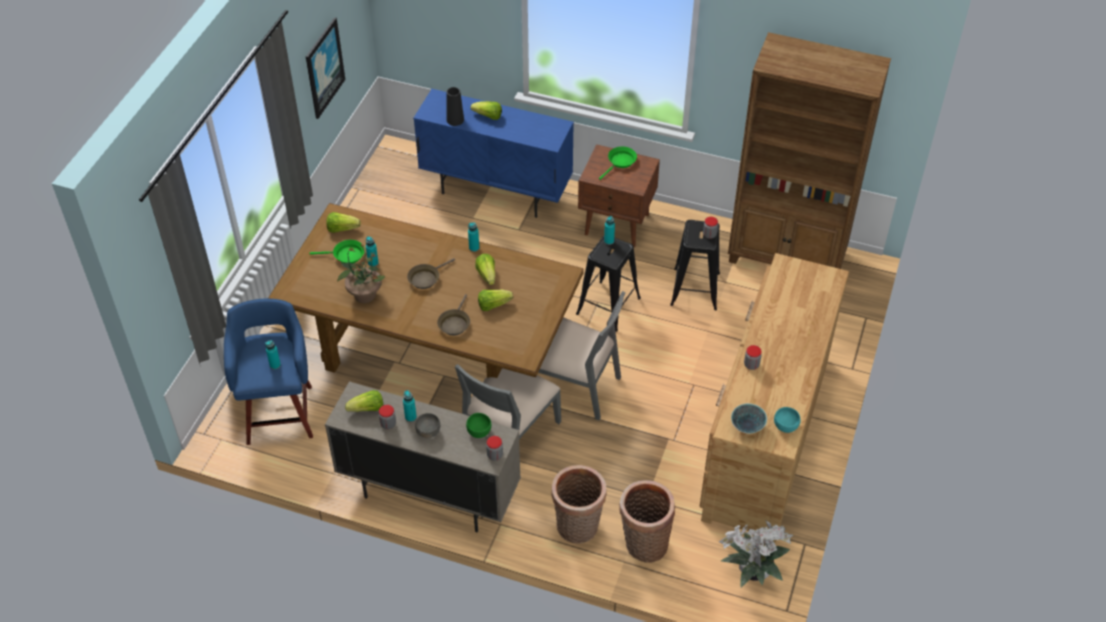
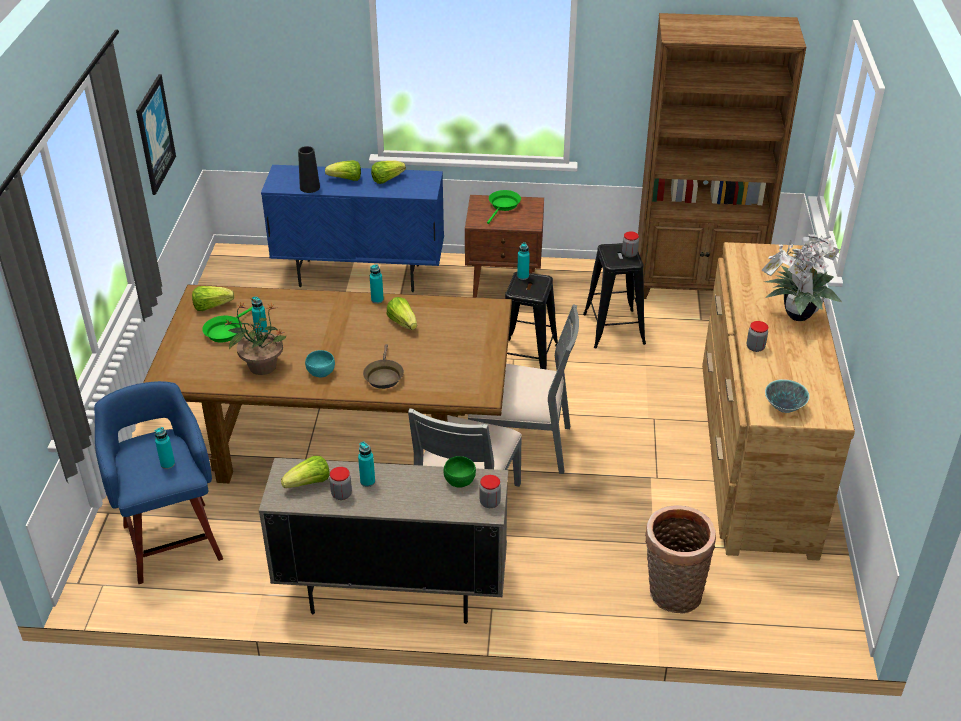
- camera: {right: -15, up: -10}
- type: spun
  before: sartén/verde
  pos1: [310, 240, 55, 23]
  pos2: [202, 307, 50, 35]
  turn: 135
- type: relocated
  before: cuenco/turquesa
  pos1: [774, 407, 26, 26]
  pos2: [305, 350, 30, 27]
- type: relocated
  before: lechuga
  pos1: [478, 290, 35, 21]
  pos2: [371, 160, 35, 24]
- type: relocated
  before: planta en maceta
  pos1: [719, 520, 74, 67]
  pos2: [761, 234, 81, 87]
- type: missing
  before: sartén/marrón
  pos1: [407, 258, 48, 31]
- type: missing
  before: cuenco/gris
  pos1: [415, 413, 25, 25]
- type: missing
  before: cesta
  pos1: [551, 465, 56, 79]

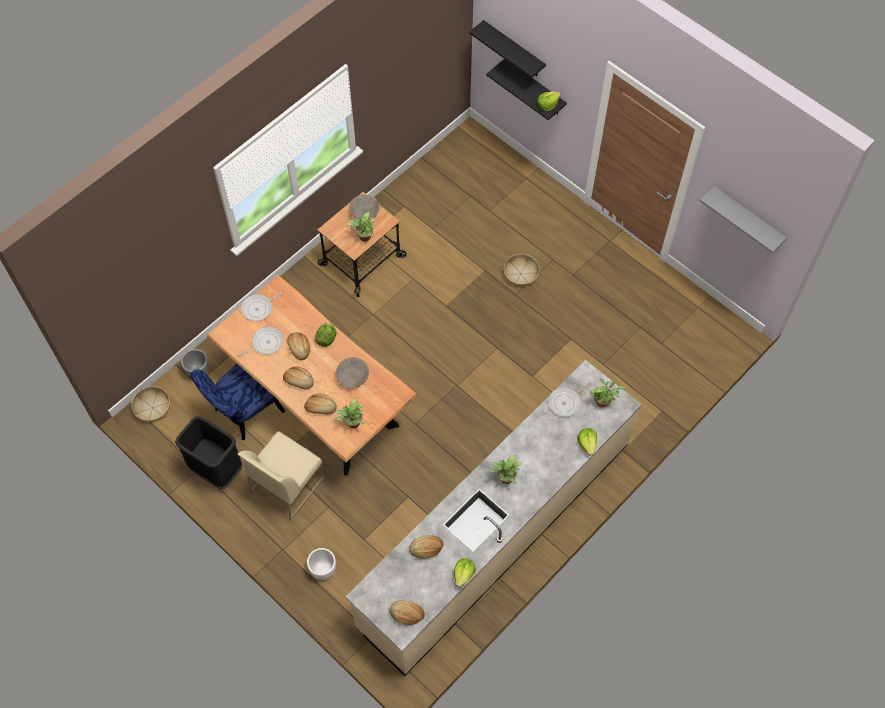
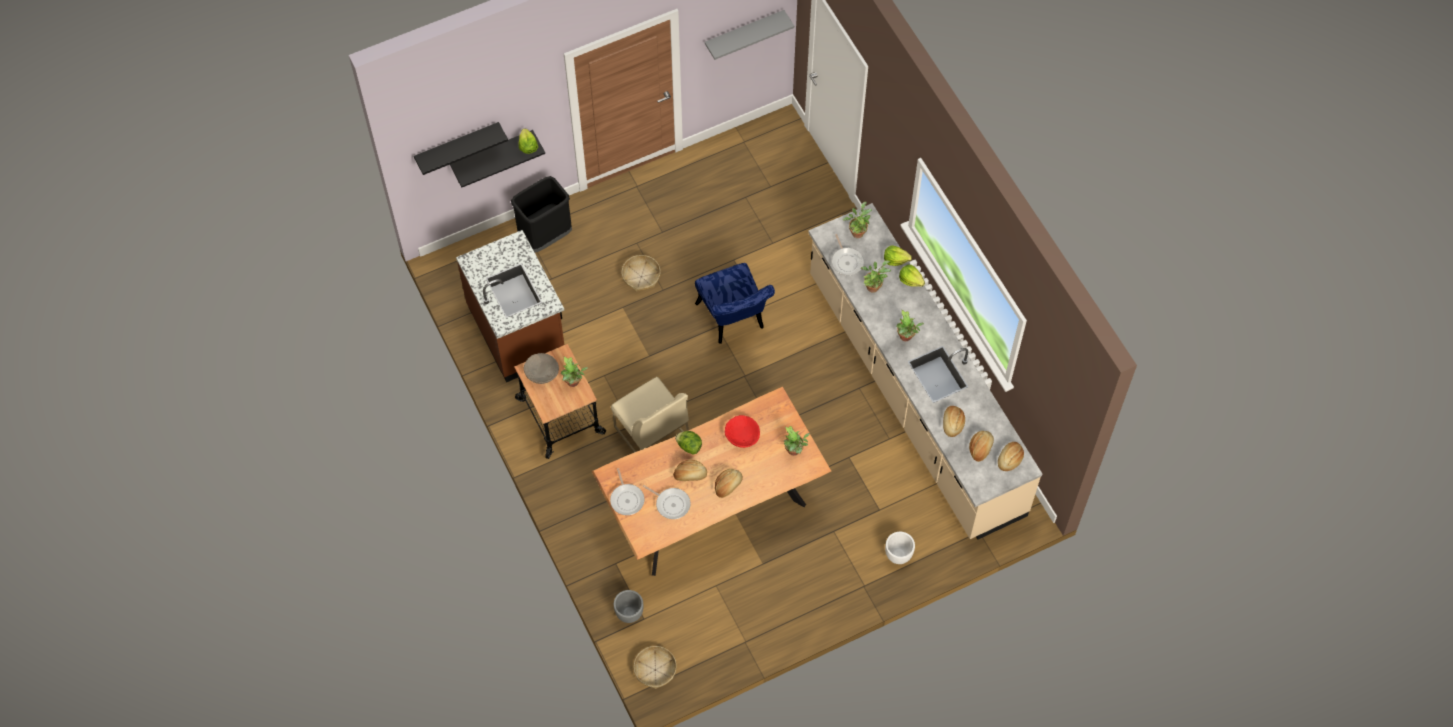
- camera: {right: -70, up: 0}
- type: appeared
  after: mueble bajo de cocina/marrón
  pos2: [456, 230, 108, 152]
- type: relocated
  before: papelera/negro
  pos1: [175, 416, 68, 74]
  pos2: [511, 176, 61, 76]
- type: relocated
  before: silla/beis
  pos1: [237, 431, 88, 90]
  pos2: [611, 377, 78, 76]
- type: spun
  before: sartén
  pos1: [238, 327, 46, 30]
  pos2: [643, 485, 48, 34]
  turn: 135
- type: relocated
  before: silla/azul
  pos1: [191, 364, 94, 76]
  pos2: [695, 263, 80, 81]
- type: colour
  before: cuenco/beis
  after: cuenco/rojo
  pos1: [336, 357, 33, 31]
  pos2: [725, 415, 35, 33]
- type: appeared
  after: planta en maceta
  pos2: [861, 260, 30, 33]
- type: relocated
  before: lechuga
  pos1: [454, 558, 22, 30]
  pos2: [899, 265, 26, 22]
- type: relocated
  before: pan
  pos1: [304, 394, 33, 20]
  pos2: [969, 431, 25, 31]

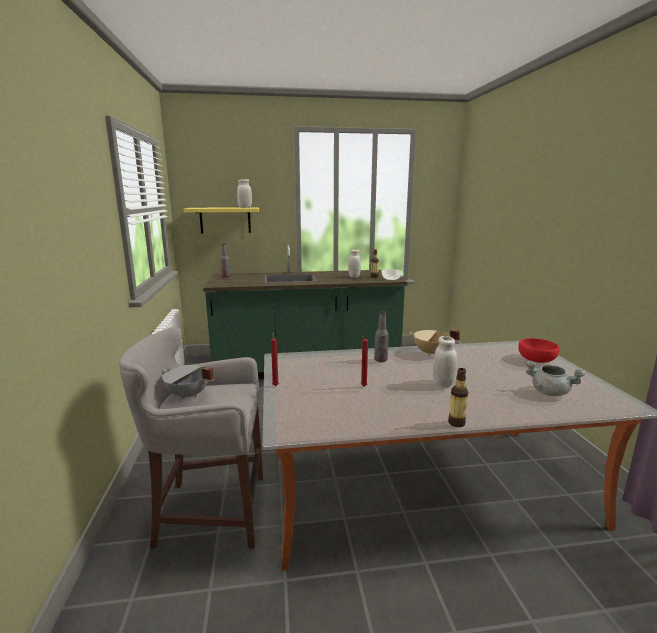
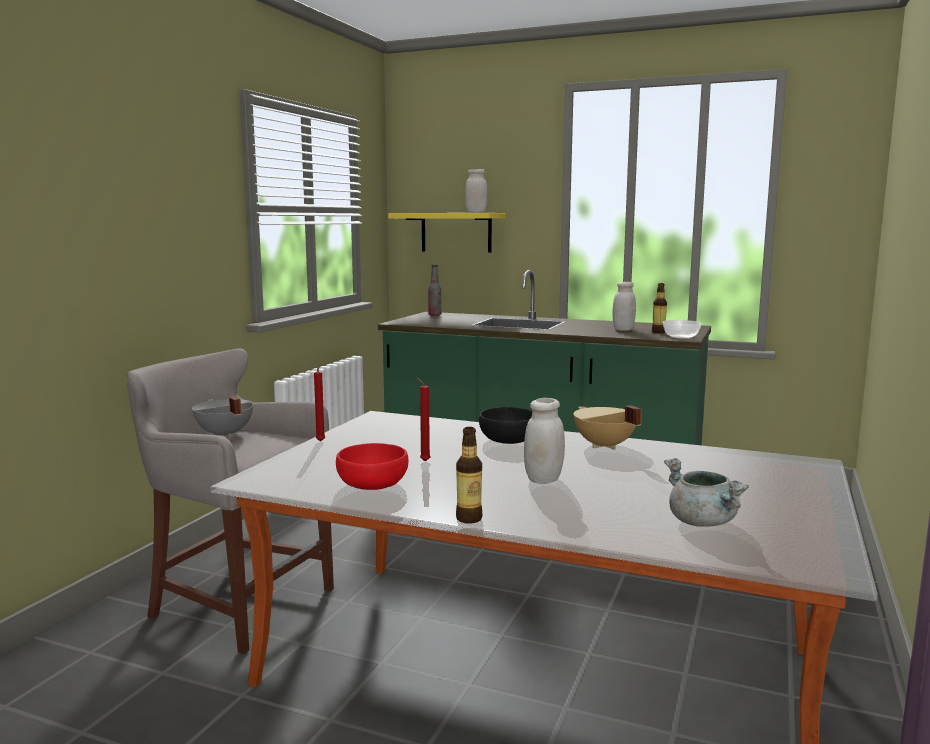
- camera: {right: 30, up: -5}
- type: relocated
  before: cuenco/rojo
  pos1: [518, 338, 42, 25]
  pos2: [336, 443, 73, 47]
- type: exchanged
  before: botella
  after: cuenco/negro
  pos1: [374, 311, 15, 51]
  pos2: [479, 407, 53, 37]

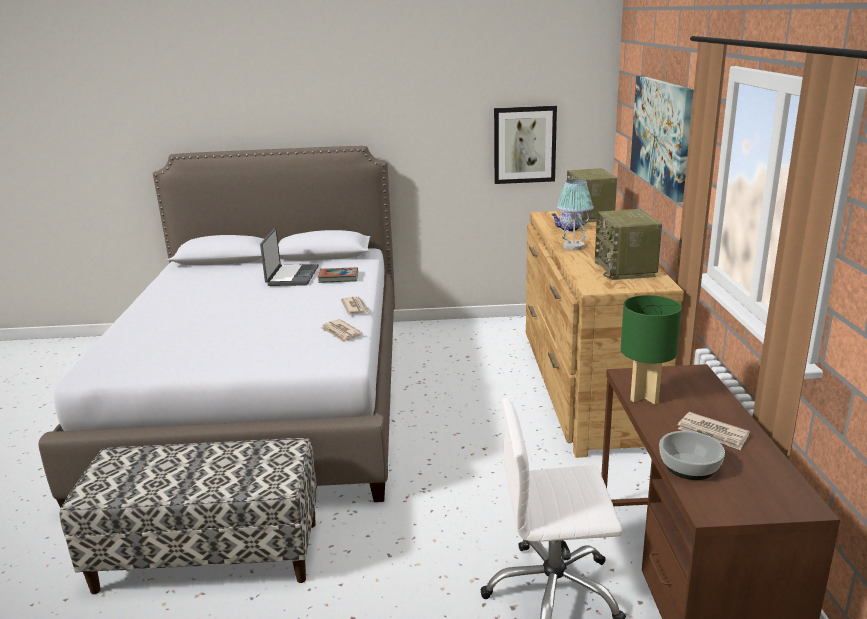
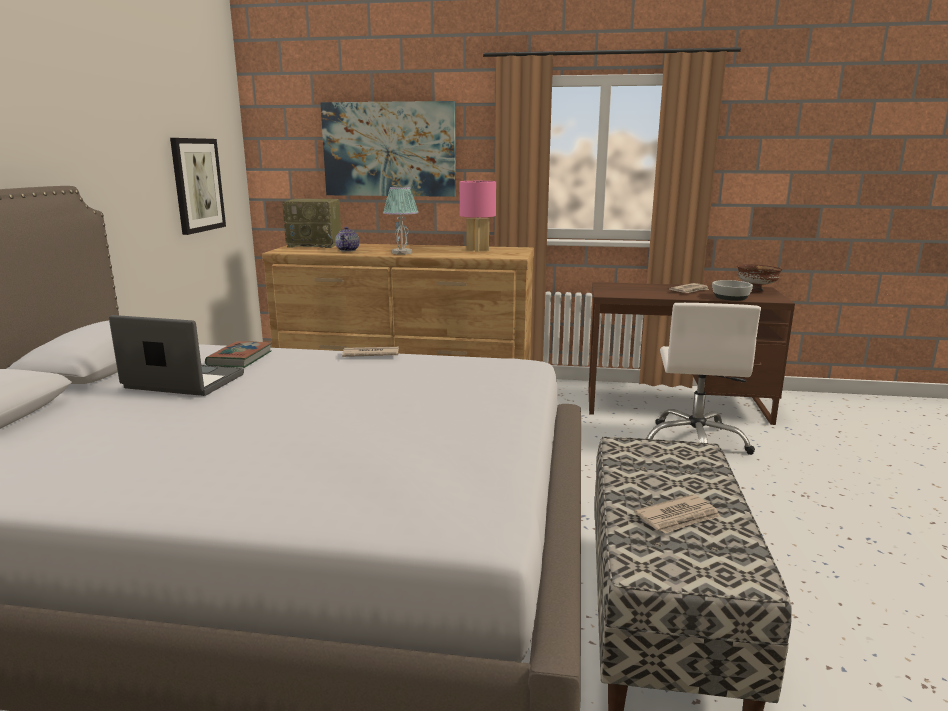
- camera: {right: -80, up: -5}
- type: exchanged
  before: radio
  after: lámpara de mesa/rosa
  pos1: [595, 209, 67, 71]
  pos2: [460, 181, 36, 71]
- type: relocated
  before: periódico
  pos1: [320, 319, 42, 24]
  pos2: [634, 494, 87, 40]
- type: appeared
  after: cuenco/marrón
  pos2: [737, 264, 45, 28]
- type: missing
  before: lámpara de mesa/verde
  pos1: [621, 295, 61, 109]

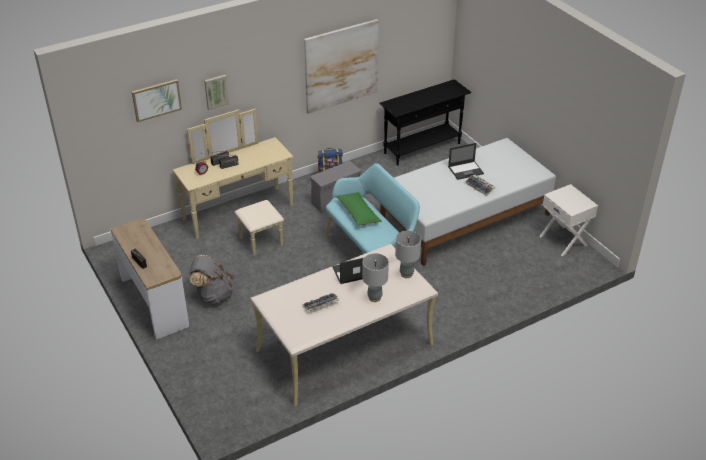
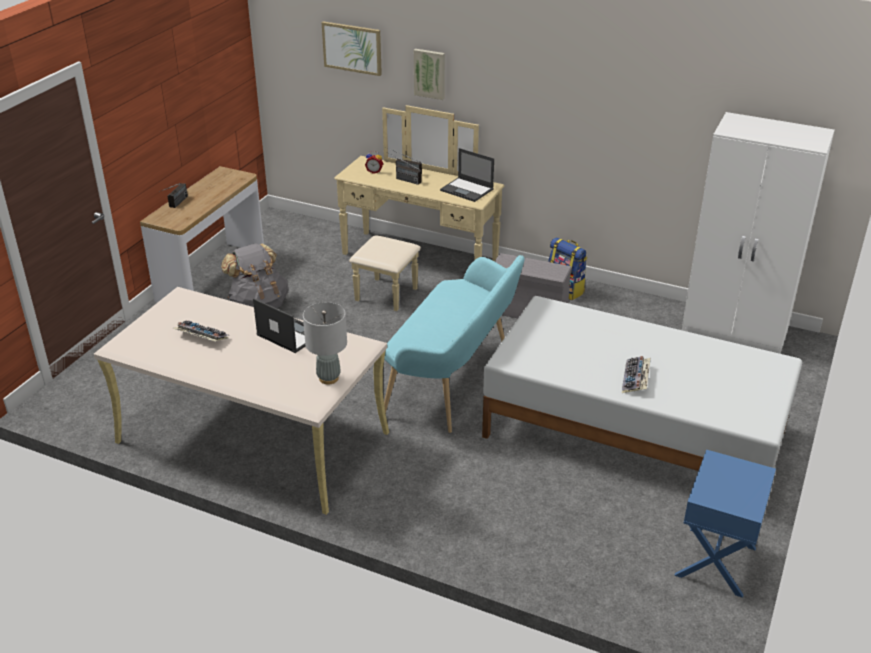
- camera: {right: 55, up: -5}
- type: relocated
  before: portátil
  pos1: [448, 143, 36, 37]
  pos2: [440, 148, 54, 54]
- type: colour
  before: mesita de noche/blanco
  after: mesita de noche/azul
  pos1: [539, 184, 59, 72]
  pos2: [674, 450, 102, 148]
- type: exchanged
  before: mesa consola/negro
  after: armario ropero/blanco
  pos1: [379, 79, 92, 86]
  pos2: [682, 112, 153, 242]
- type: missing
  before: cuadro
  pos1: [304, 19, 75, 95]
- type: missing
  before: cojín/verde
  pos1: [335, 192, 47, 34]
- type: missing
  before: lámpara de mesa/gris
  pos1: [362, 253, 27, 49]

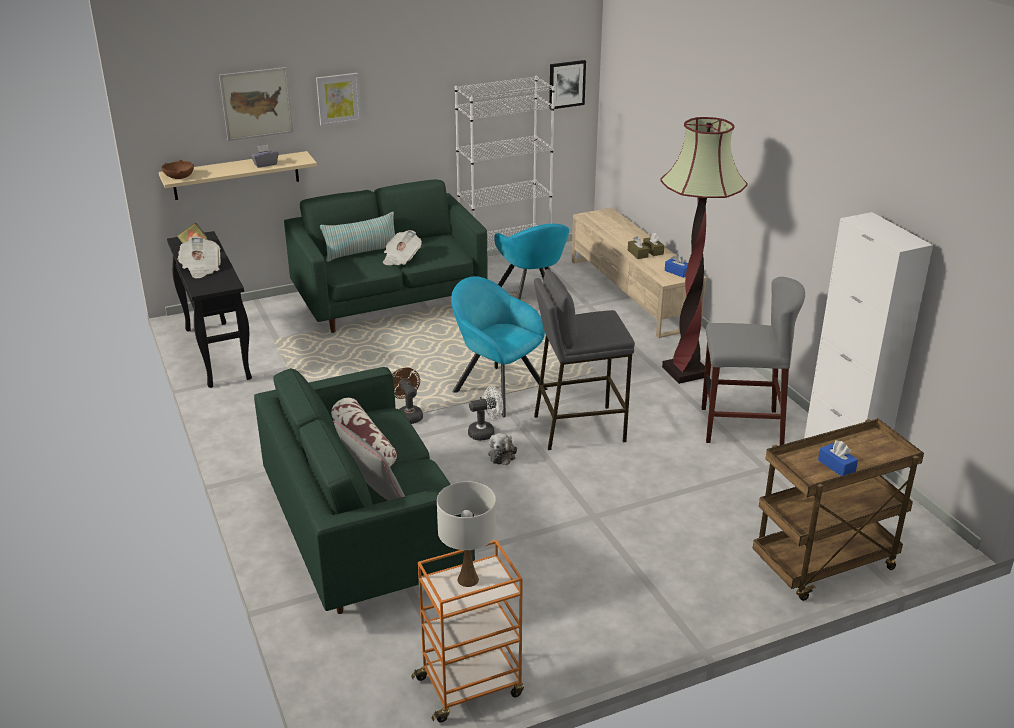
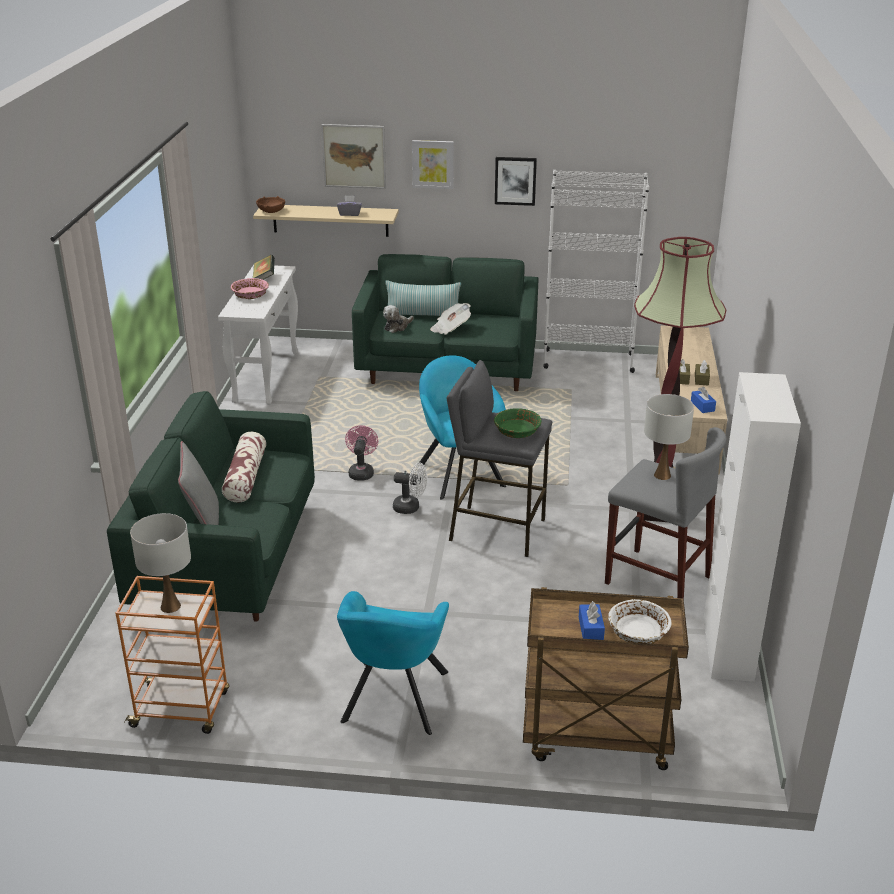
- camera: {right: 30, up: 0}
- type: colour
  before: mesa consola/negro
  after: mesa consola/blanco
  pos1: [167, 231, 85, 157]
  pos2: [218, 265, 80, 140]
- type: exchanged
  before: periódico
  after: cuenco/rosa
  pos1: [178, 236, 43, 43]
  pos2: [231, 278, 38, 21]
- type: relocated
  before: sillón/turquesa
  pos1: [494, 224, 75, 76]
  pos2: [337, 591, 112, 144]
- type: colour
  before: ventilador/marrón
  after: ventilador/rosa
  pos1: [392, 367, 31, 57]
  pos2: [345, 425, 33, 56]
- type: relocated
  before: peluche
  pos1: [488, 433, 29, 32]
  pos2: [383, 305, 31, 28]
- type: appeared
  after: cuenco/verde
  pos2: [494, 408, 48, 30]
- type: relocated
  before: cuadro
  pos1: [549, 60, 37, 49]
  pos2: [495, 157, 42, 49]
- type: appeared
  after: cuenco/blanco
  pos2: [608, 599, 63, 44]
- type: appeared
  after: lámpara de mesa/blanco
  pos2: [644, 394, 50, 86]

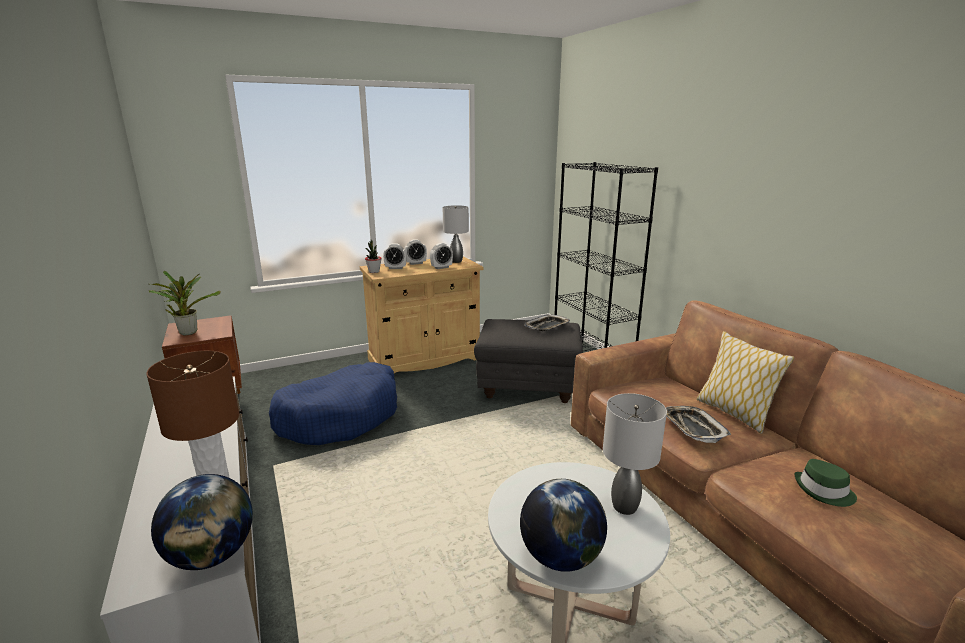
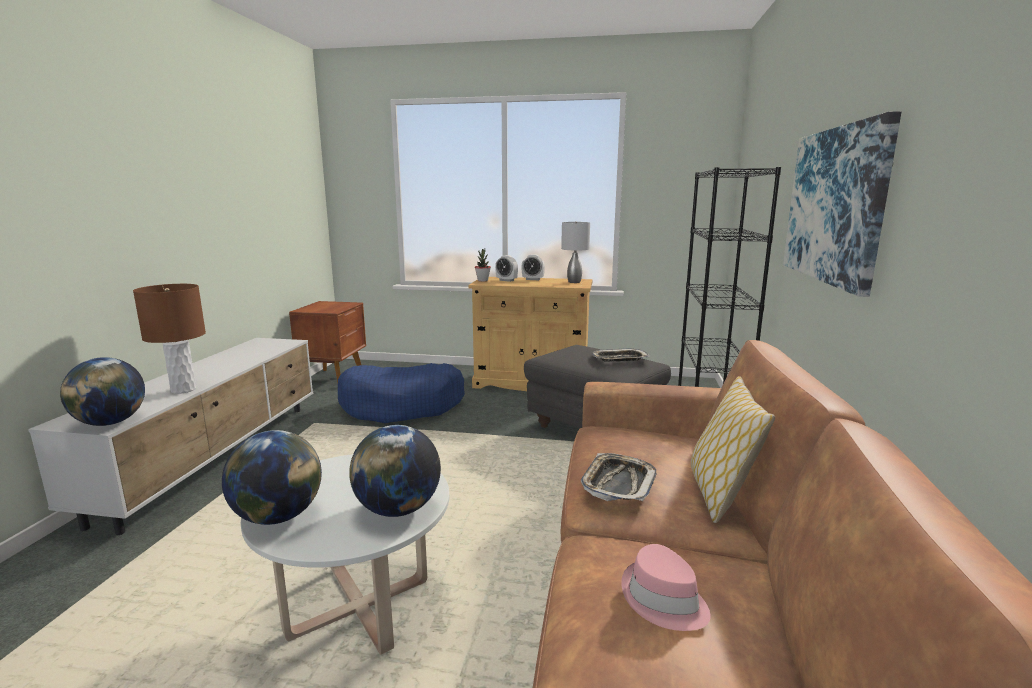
- camera: {right: 35, up: -5}
- type: exchanged
  before: lámpara de mesa/gris
  after: globo terráqueo
  pos1: [603, 393, 64, 122]
  pos2: [349, 425, 92, 92]
- type: colour
  before: sombrero/verde
  after: sombrero/rosa
  pos1: [795, 459, 62, 48]
  pos2: [621, 544, 90, 87]
- type: appeared
  after: cuadro
  pos2: [783, 111, 119, 186]
- type: missing
  before: planta en maceta
  pos1: [149, 271, 72, 64]
- type: missing
  before: despertador
  pos1: [430, 243, 23, 26]

